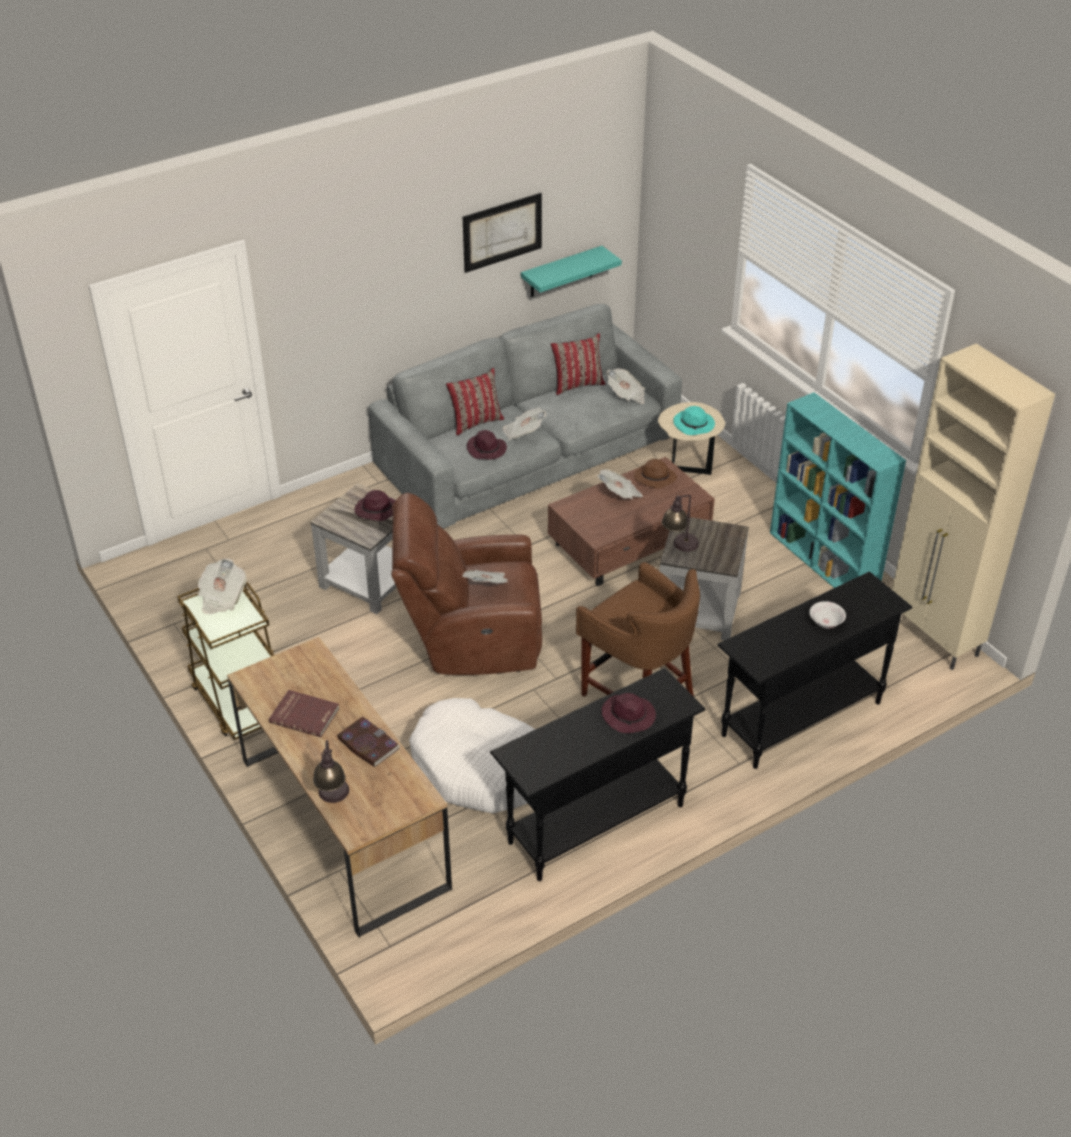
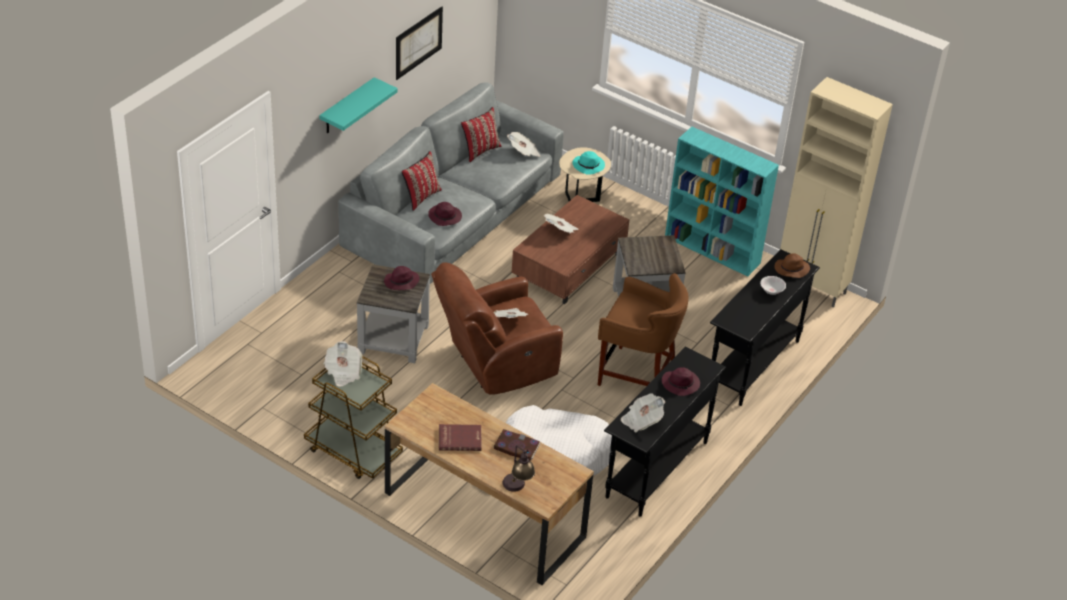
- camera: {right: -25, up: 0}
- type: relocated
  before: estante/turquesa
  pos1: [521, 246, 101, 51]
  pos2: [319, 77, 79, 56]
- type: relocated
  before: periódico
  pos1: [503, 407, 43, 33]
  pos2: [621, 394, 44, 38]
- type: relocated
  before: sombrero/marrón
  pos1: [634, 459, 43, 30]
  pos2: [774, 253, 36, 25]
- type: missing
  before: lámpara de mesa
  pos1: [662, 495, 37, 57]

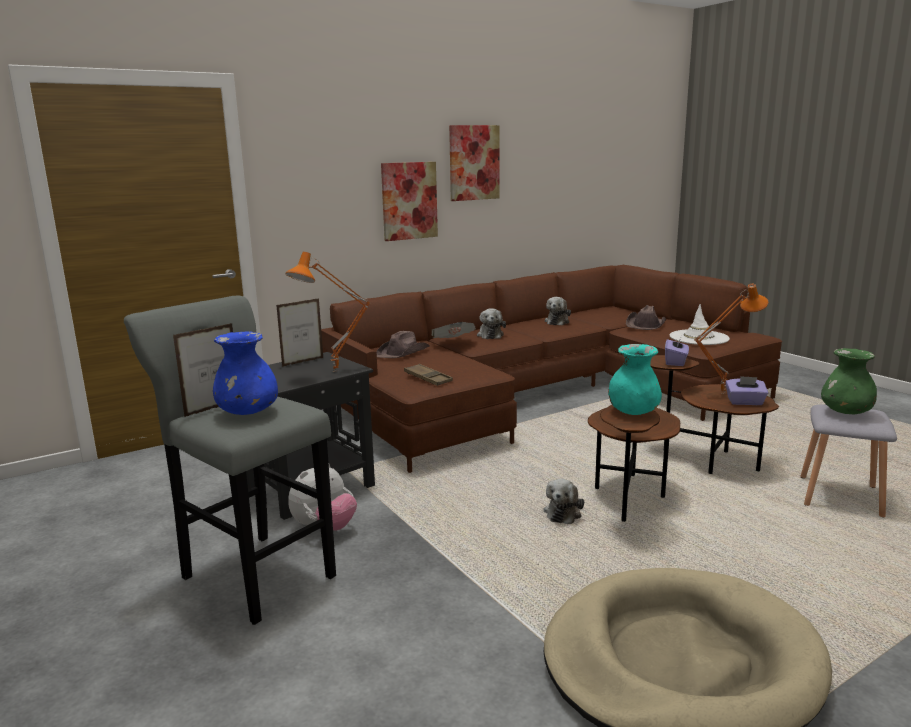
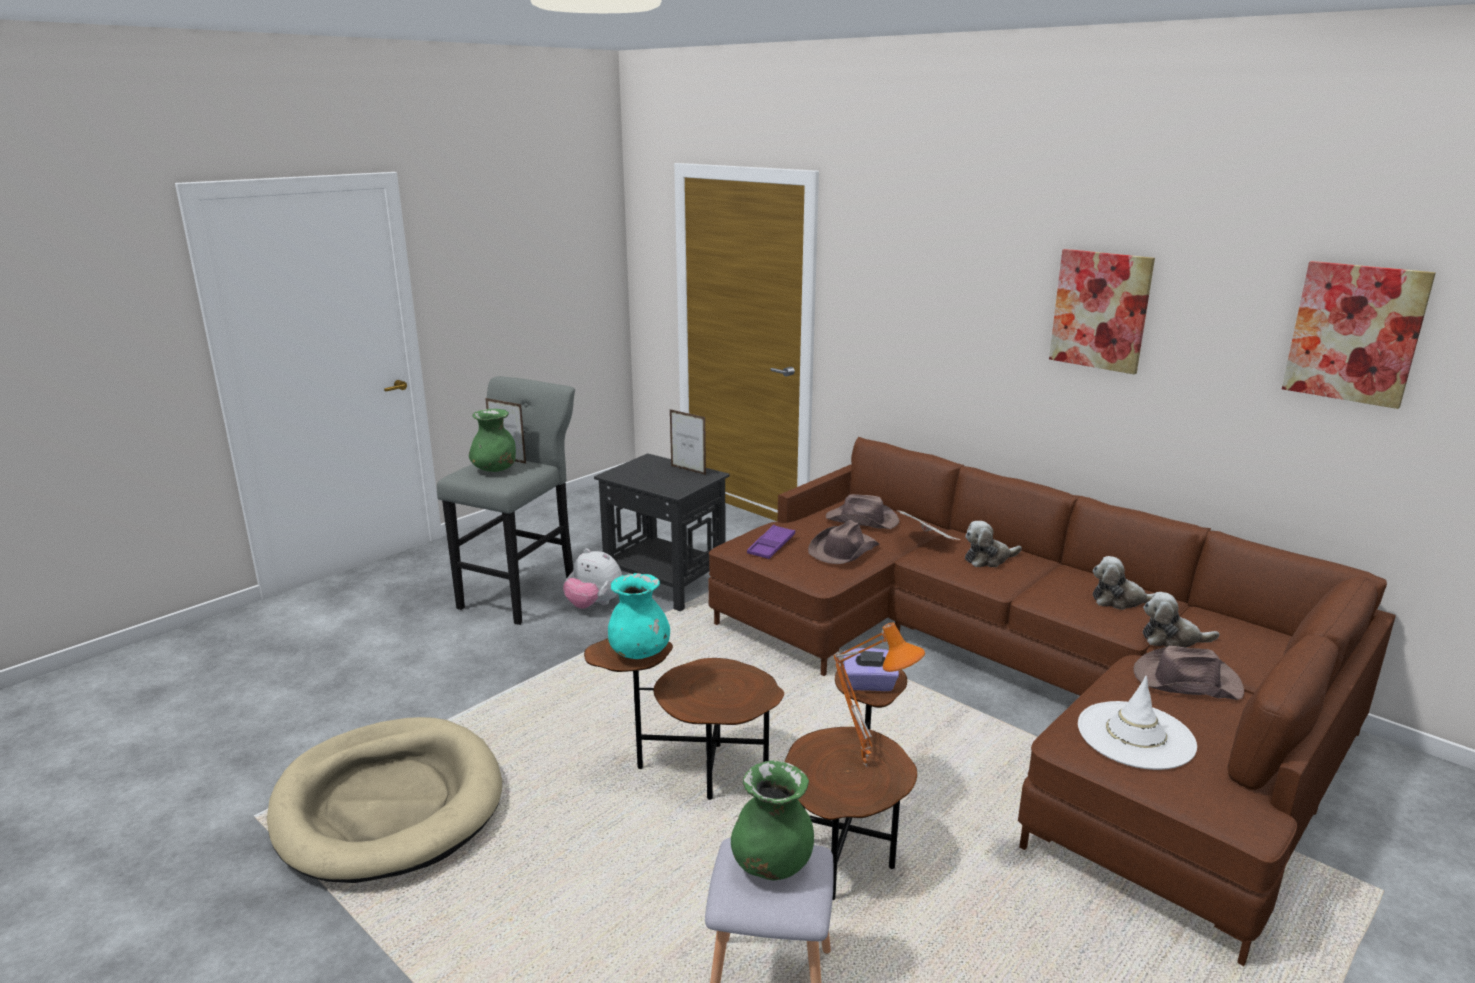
- camera: {right: 75, up: 5}
- type: colour
  before: florero/azul
  after: florero/verde
  pos1: [213, 331, 65, 84]
  pos2: [469, 409, 47, 63]
- type: colour
  before: bandeja/marrón
  after: bandeja/morado
  pos1: [404, 364, 49, 22]
  pos2: [747, 525, 48, 34]
- type: appeared
  after: sombrero/marrón
  pos2: [808, 520, 71, 44]
- type: relocated
  before: peluche
  pos1: [543, 479, 41, 45]
  pos2: [1143, 592, 77, 56]
- type: relocated
  before: cuadro
  pos1: [381, 162, 57, 79]
  pos2: [1282, 261, 154, 148]
- type: missing
  before: lámpara de mesa/naranja
  pos1: [285, 252, 86, 120]
- type: missing
  before: caja de pañuelos/morado
  pos1: [726, 376, 42, 29]

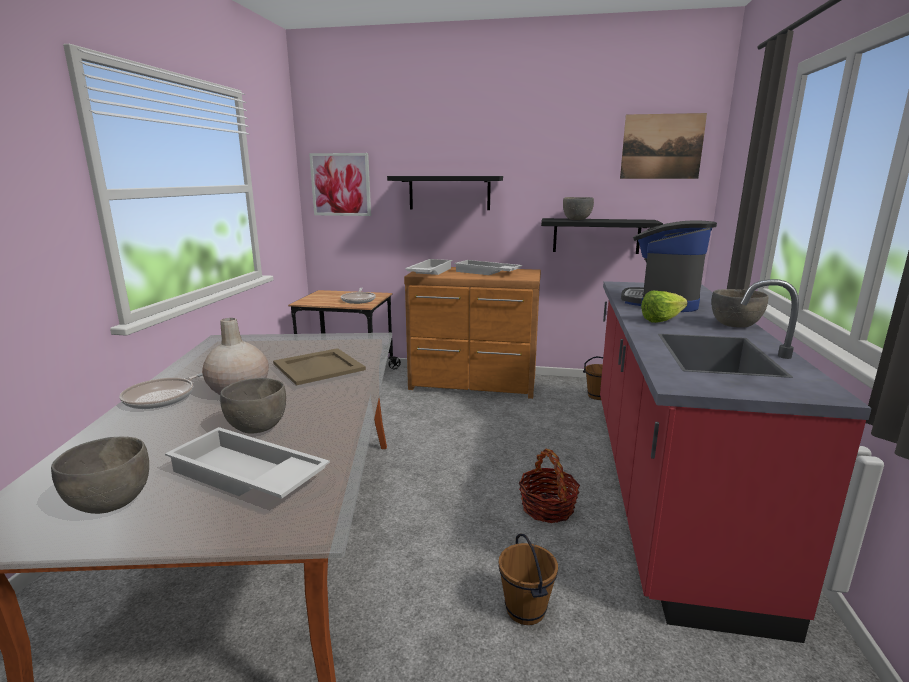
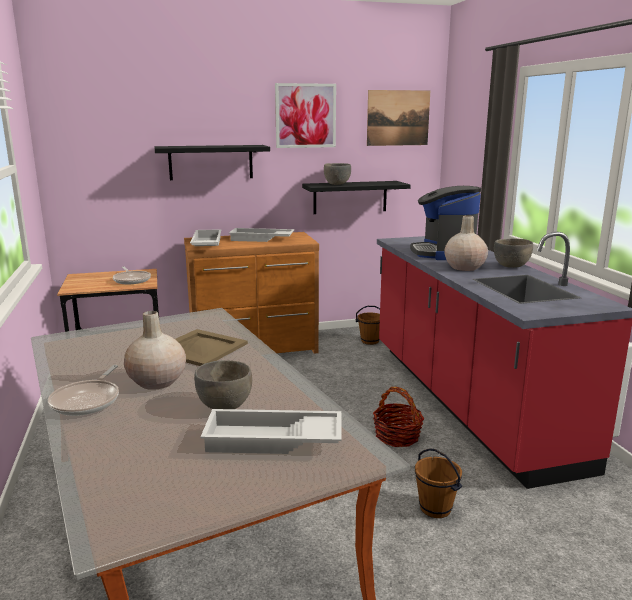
- camera: {right: -25, up: 0}
- type: relocated
  before: cuadro
  pos1: [309, 153, 62, 63]
  pos2: [275, 83, 61, 65]
- type: exchanged
  before: lechuga
  after: florero/beis
  pos1: [641, 291, 47, 32]
  pos2: [444, 215, 44, 56]
- type: missing
  before: cuenco/gris
  pos1: [51, 436, 98, 78]

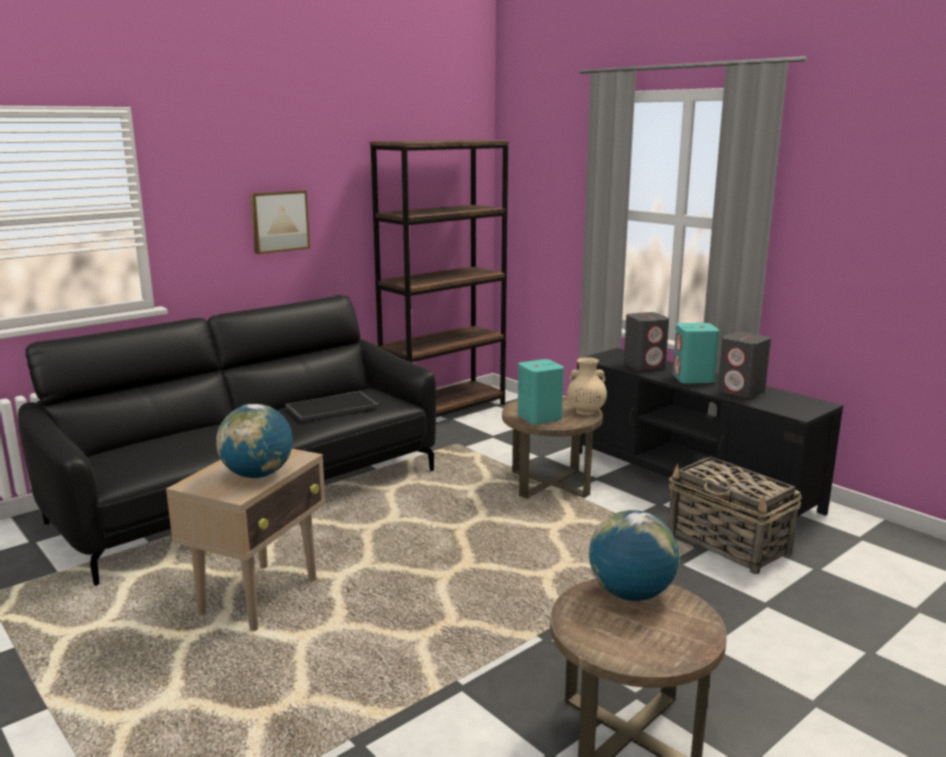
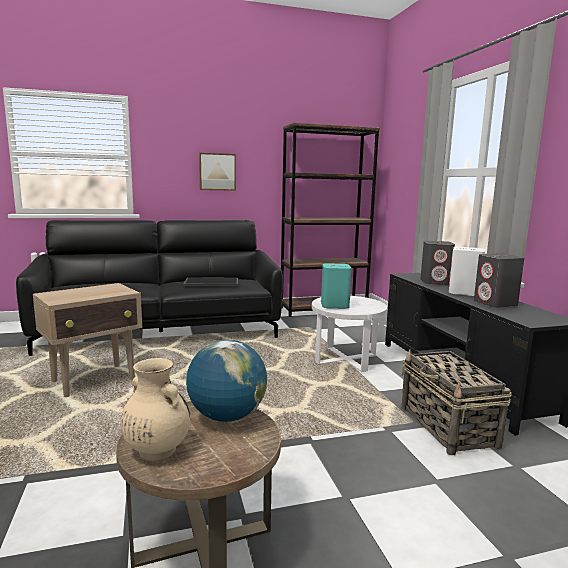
- camera: {right: 25, up: -5}
- type: relocated
  before: florero/beis
  pos1: [567, 357, 40, 59]
  pos2: [121, 358, 69, 103]
- type: colour
  before: mesa auxiliar/marrón
  after: mesa auxiliar/blanco
  pos1: [502, 397, 101, 101]
  pos2: [312, 296, 75, 76]
- type: colour
  before: altavoz/turquesa
  after: altavoz/blanco
  pos1: [673, 323, 46, 61]
  pos2: [449, 247, 36, 49]
- type: missing
  before: globo terráqueo
  pos1: [216, 404, 77, 75]

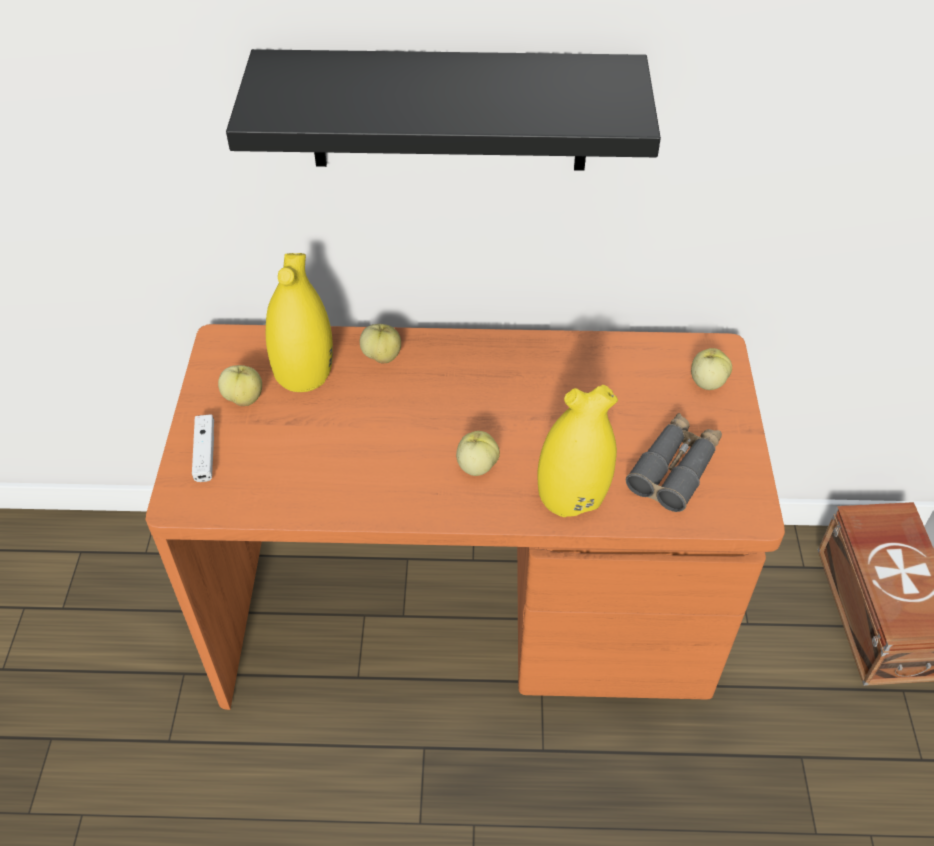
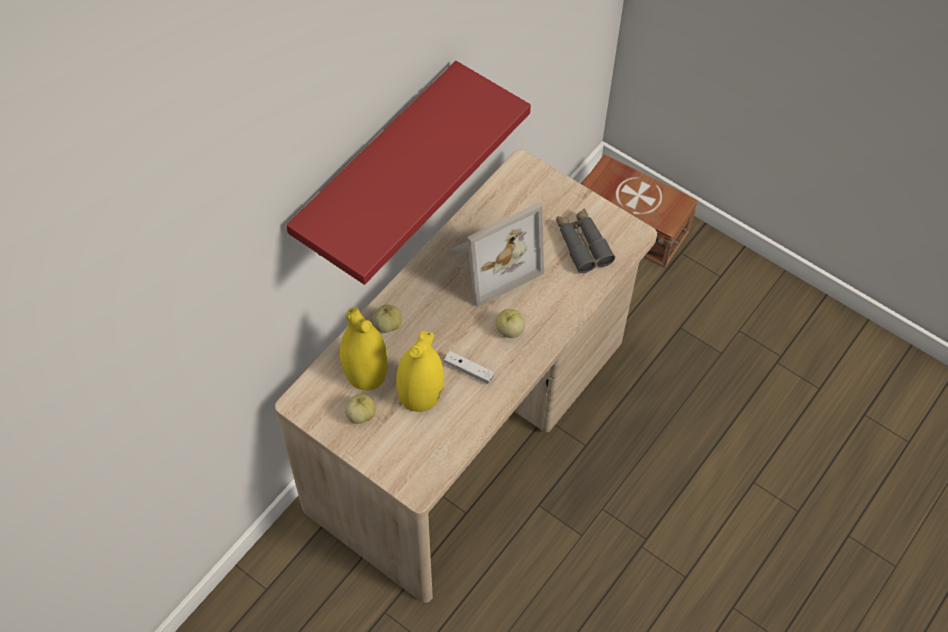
- camera: {right: -55, up: 10}
- type: colour
  before: escritorio/naranja
  after: escritorio/beis
  pos1: [146, 324, 639, 386]
  pos2: [275, 149, 382, 454]
- type: colour
  before: estante/negro
  after: estante/rojo
  pos1: [226, 49, 435, 122]
  pos2: [286, 61, 245, 224]
- type: relocated
  before: florero/amarillo
  pos1: [538, 385, 80, 132]
  pos2: [396, 331, 48, 81]
- type: relocated
  before: mando de consola/blanco
  pos1: [192, 415, 22, 67]
  pos2: [444, 351, 50, 33]
- type: appeared
  after: portarretratos
  pos2: [449, 203, 95, 104]
- type: missing
  before: manzana
  pos1: [691, 348, 41, 42]

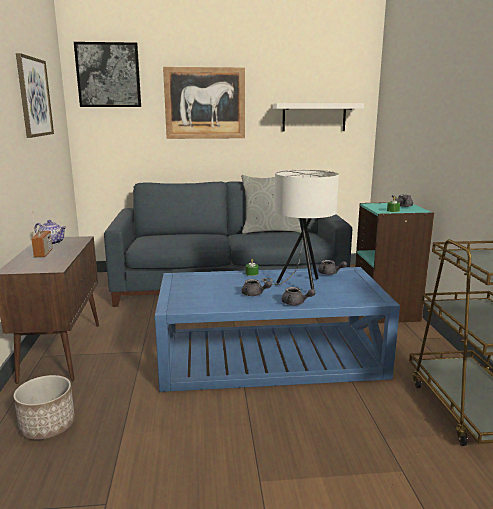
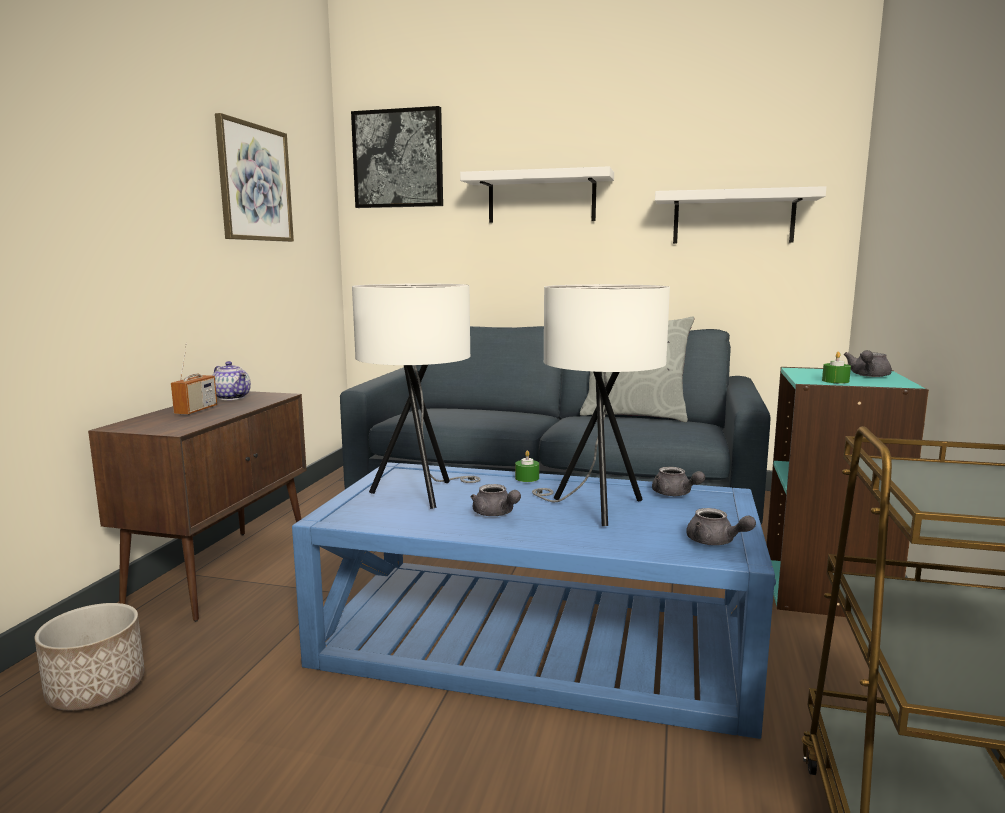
- camera: {right: 20, up: -5}
- type: appeared
  after: lámpara de mesa/blanco
  pos2: [352, 284, 128, 225]
- type: exchanged
  before: cuadro
  after: estante/blanco
  pos1: [163, 67, 82, 72]
  pos2: [460, 166, 154, 57]
- type: relocated
  before: tetera/gris
  pos1: [282, 287, 34, 18]
  pos2: [686, 508, 70, 37]

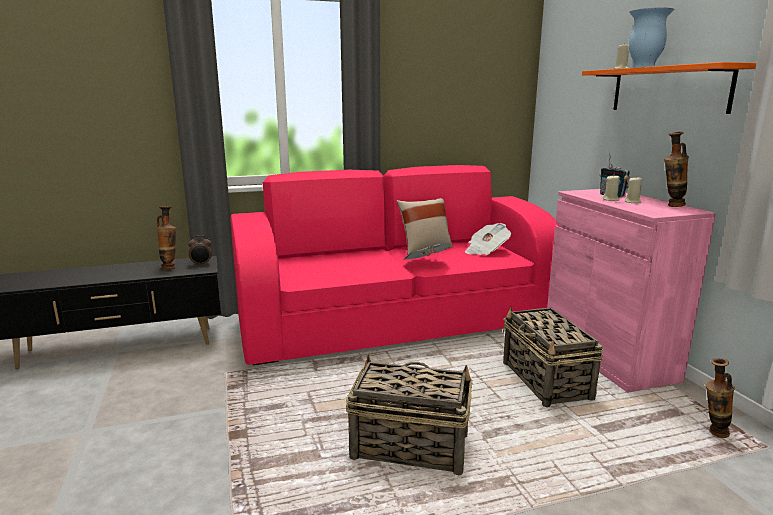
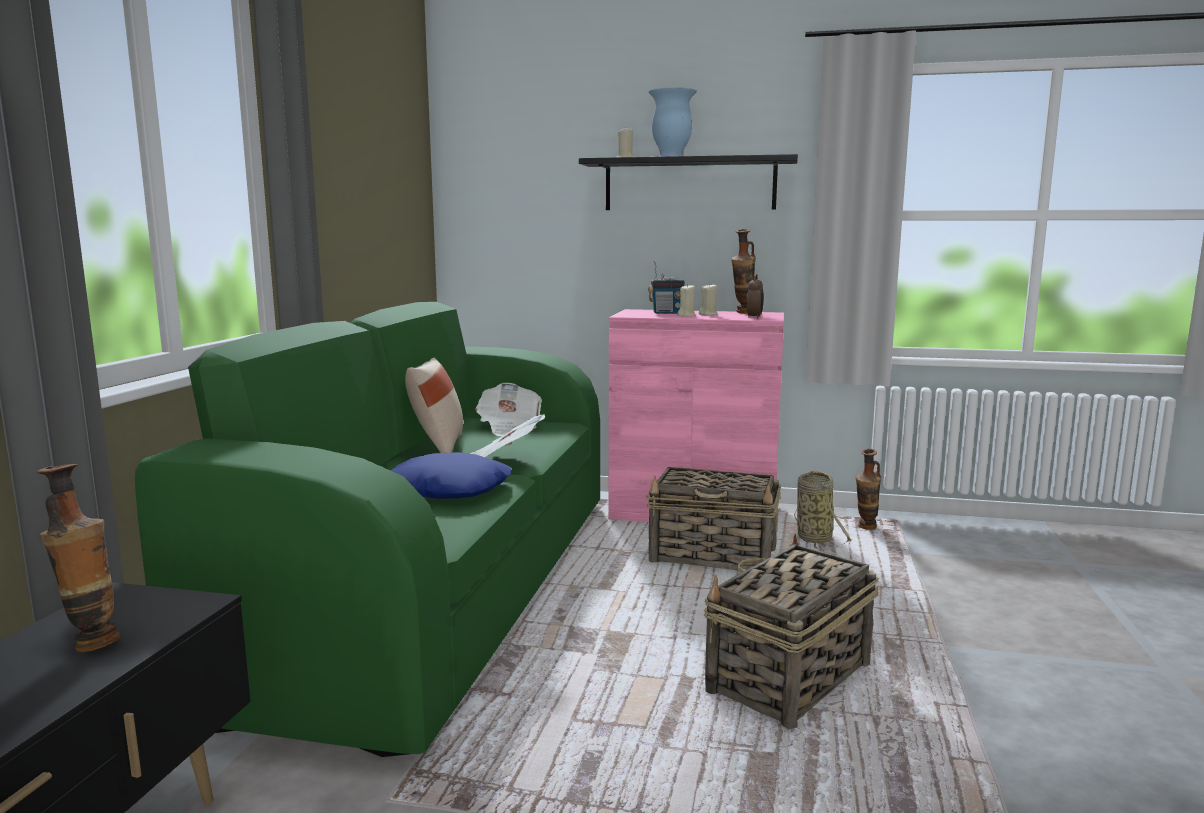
- camera: {right: -60, up: -5}
- type: colour
  before: sofá/rosa
  after: sofá/verde
  pos1: [230, 165, 329, 200]
  pos2: [135, 302, 465, 455]
- type: appeared
  after: cojín/azul
  pos2: [390, 452, 121, 47]
- type: colour
  before: estante/naranja
  after: estante/negro
  pos1: [582, 62, 174, 52]
  pos2: [579, 154, 219, 56]
- type: relocated
  before: despertador
  pos1: [188, 235, 24, 31]
  pos2: [746, 274, 18, 45]
- type: appeared
  after: cesta
  pos2: [794, 471, 57, 80]

